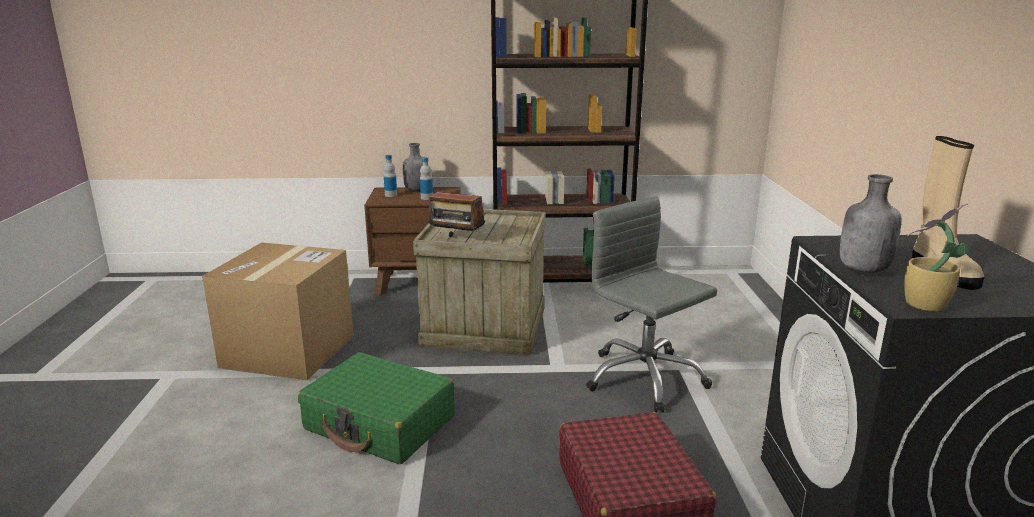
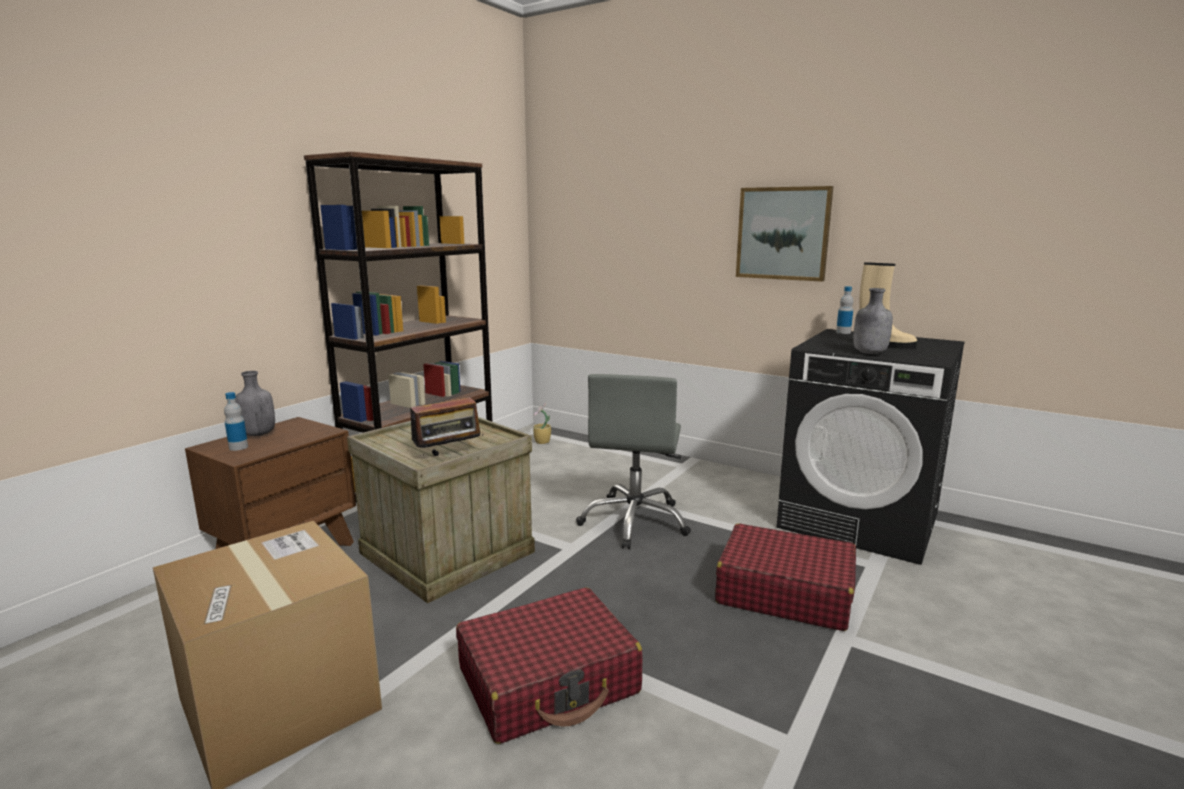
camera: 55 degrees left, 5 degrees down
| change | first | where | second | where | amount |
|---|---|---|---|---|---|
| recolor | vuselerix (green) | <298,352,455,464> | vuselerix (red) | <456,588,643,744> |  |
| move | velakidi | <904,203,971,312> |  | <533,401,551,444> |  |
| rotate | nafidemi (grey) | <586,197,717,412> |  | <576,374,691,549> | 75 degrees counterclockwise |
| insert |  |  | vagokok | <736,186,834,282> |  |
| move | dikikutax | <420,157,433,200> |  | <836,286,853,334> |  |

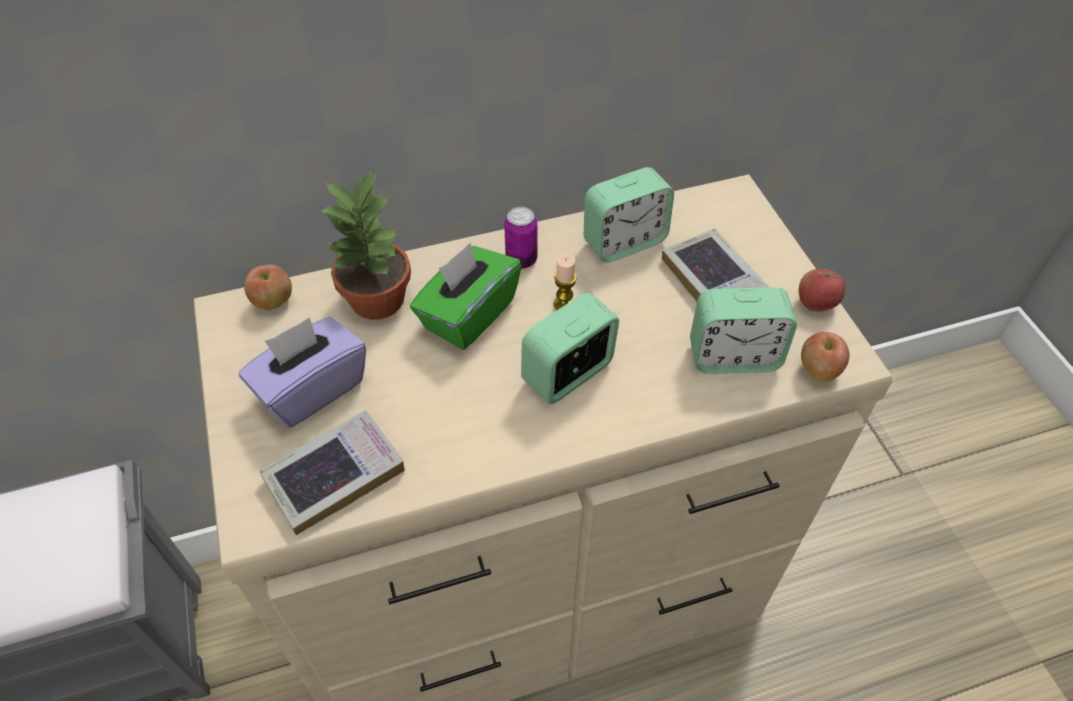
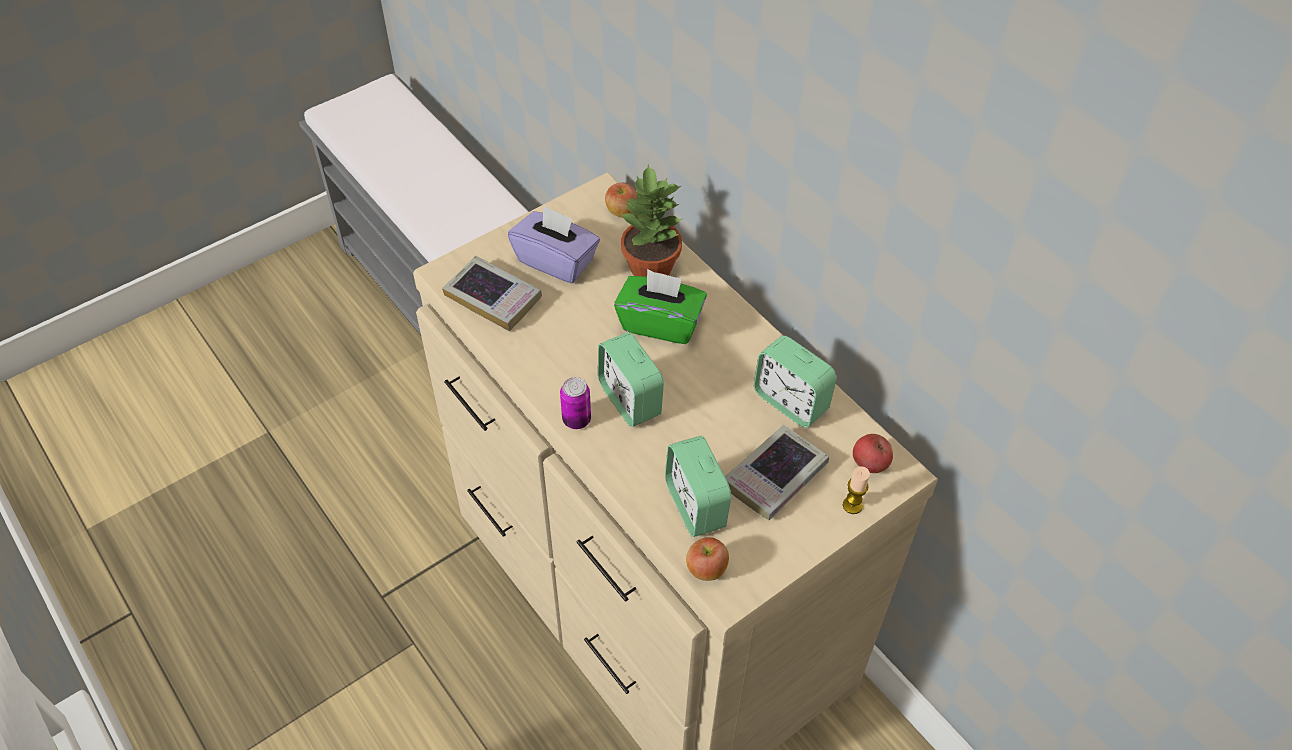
camera: 70 degrees right, 0 degrees up
| change | first | where | second | where | amount |
|---|---|---|---|---|---|
| move | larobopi | <504,207,537,269> |  | <560,377,591,429> |  |
| rotate | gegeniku | <521,292,619,404> |  | <598,332,664,427> | 150 degrees counterclockwise |
| move | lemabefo | <554,253,577,310> |  | <843,466,870,514> |  |
| move | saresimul | <799,269,845,312> |  | <853,434,893,473> |  |

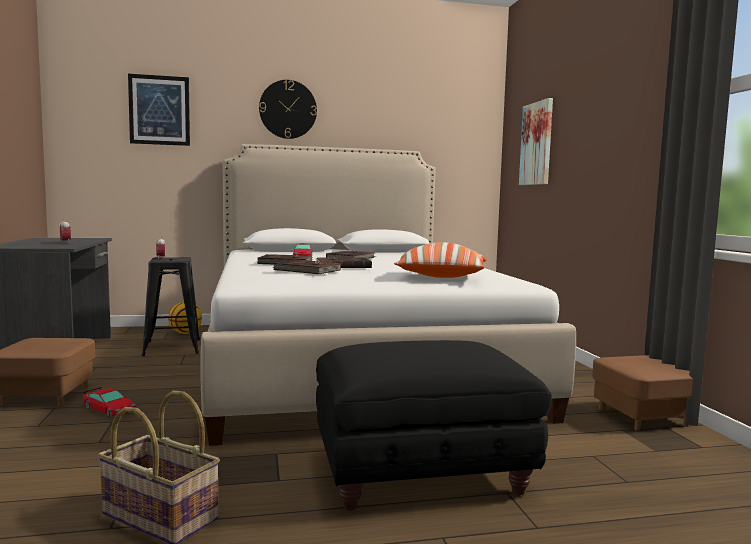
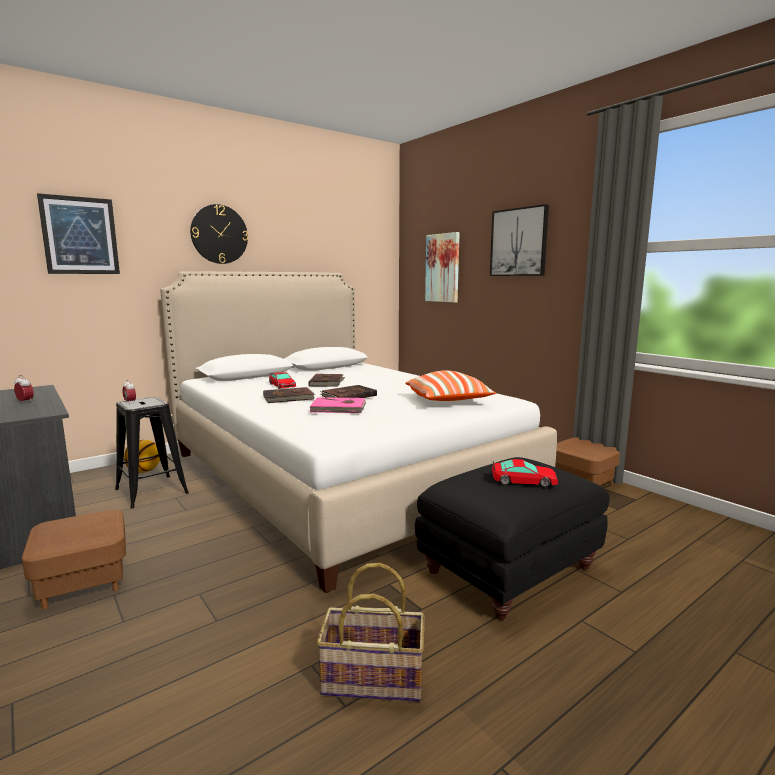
camera: 25 degrees left, 5 degrees up
| change | first | where | second | where | amount |
|---|---|---|---|---|---|
| recolor | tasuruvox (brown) | <273,260,341,274> | tasuruvox (pink) | <309,397,366,413> |  |
| insert |  |  | vagokok | <490,204,549,276> |  |
| move | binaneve | <83,387,136,417> |  | <492,459,558,487> |  |

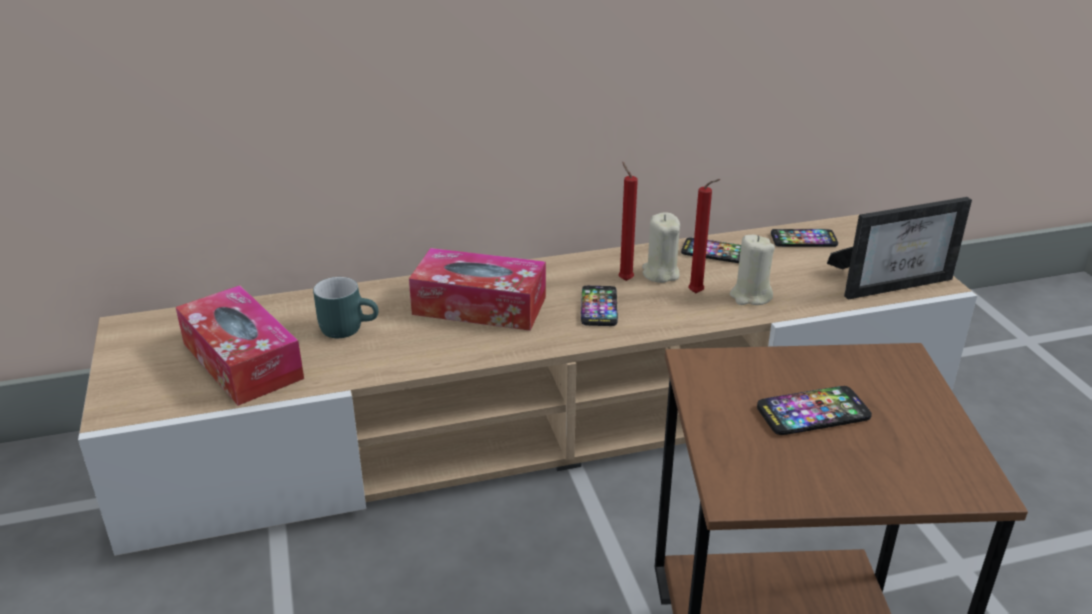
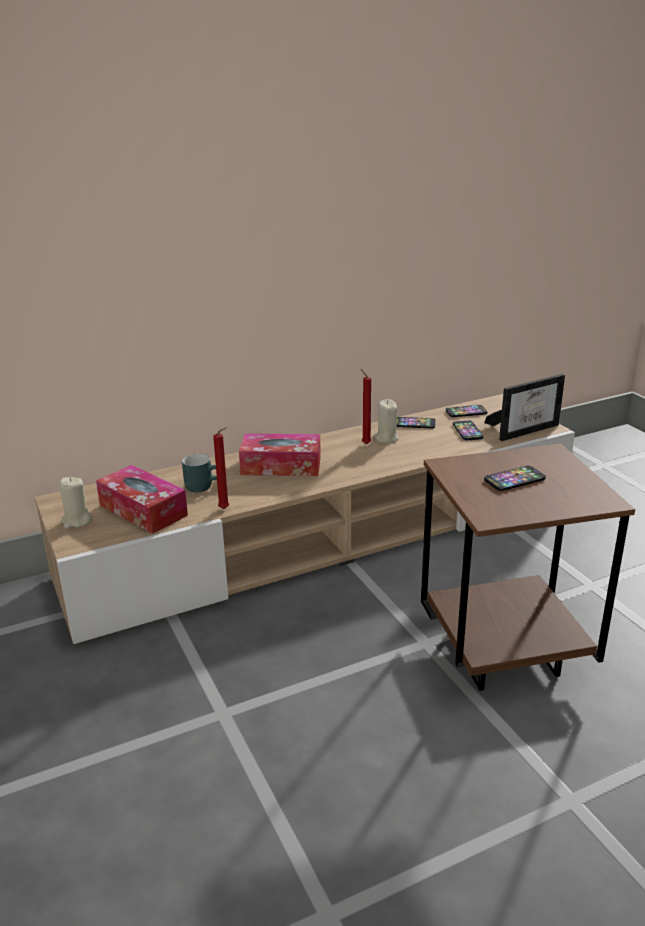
camera: 10 degrees left, 5 degrees down
| change | first | where | second | where | amount |
|---|---|---|---|---|---|
| move | lemabefo (beige) | <730,235,775,305> |  | <59,477,92,528> |  |
| move | lemabefo (red) | <688,179,721,293> |  | <213,427,229,509> |  |
| move | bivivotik | <581,286,618,326> |  | <453,421,483,440> |  |

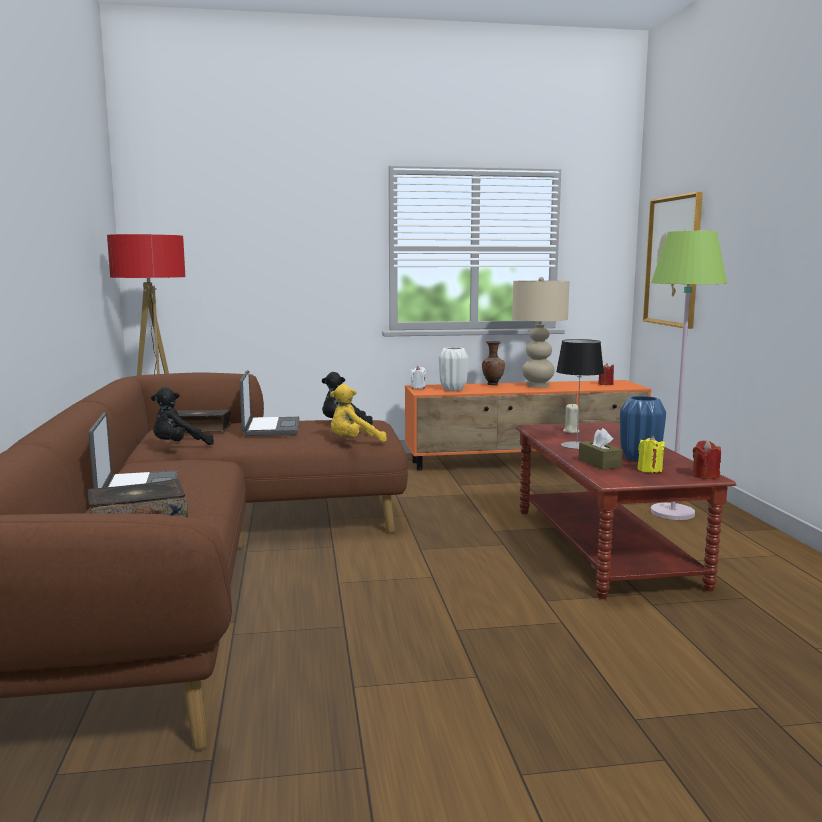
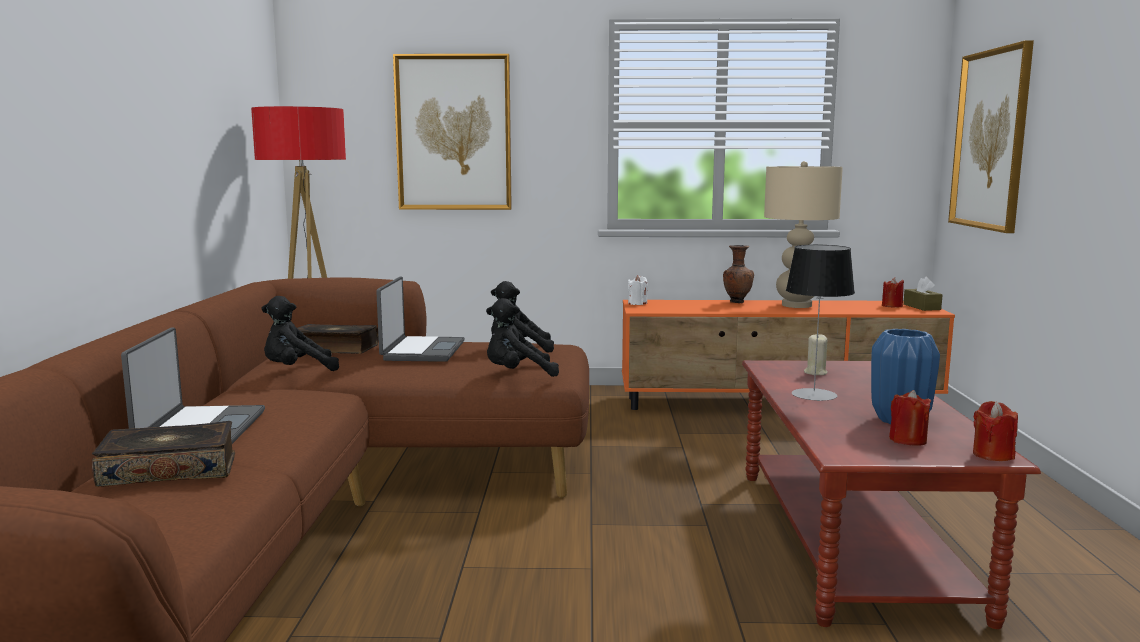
camera: 10 degrees right, 0 degrees up
| change | first | where | second | where | amount |
|---|---|---|---|---|---|
| insert |  |  | vagokok | <393,54,512,210> |  |
| recolor | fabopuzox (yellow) | <330,384,387,442> | fabopuzox (black) | <486,298,559,377> |  |
| recolor | lemabefo (yellow) | <638,436,665,473> | lemabefo (red) | <889,390,931,446> |  |
| move | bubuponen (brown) | <579,428,622,470> |  | <903,277,943,311> |  |
| delete | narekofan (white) | <439,347,469,391> |  |  |  |
| delete | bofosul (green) | <651,231,727,520> |  |  |  |

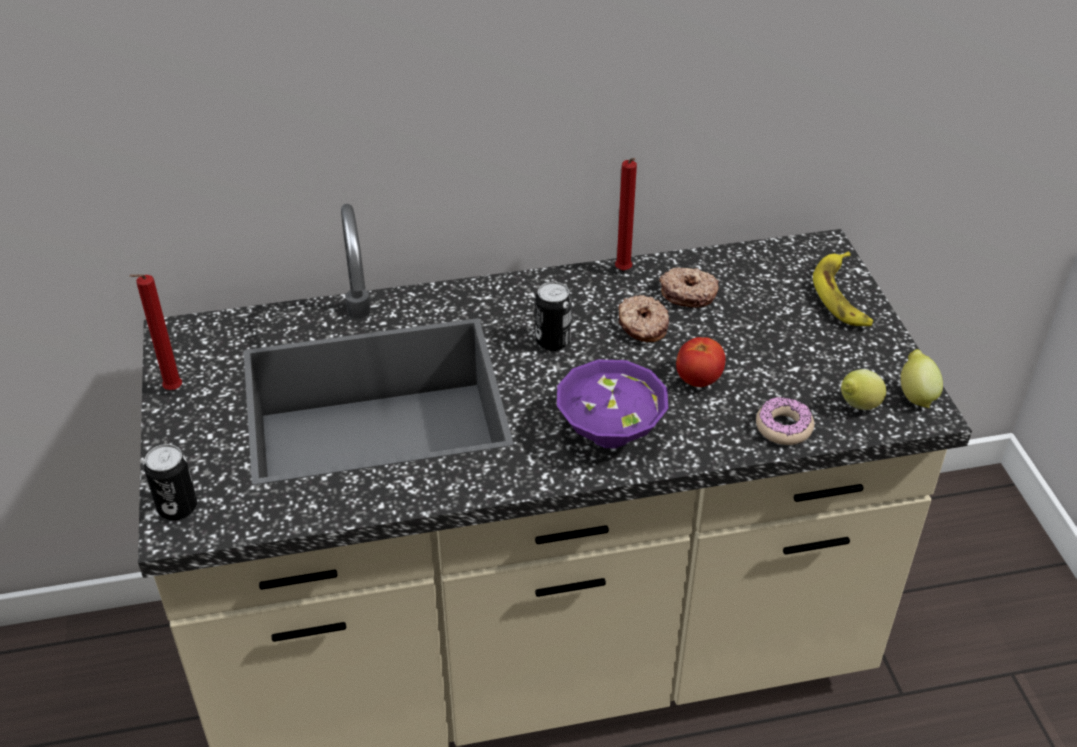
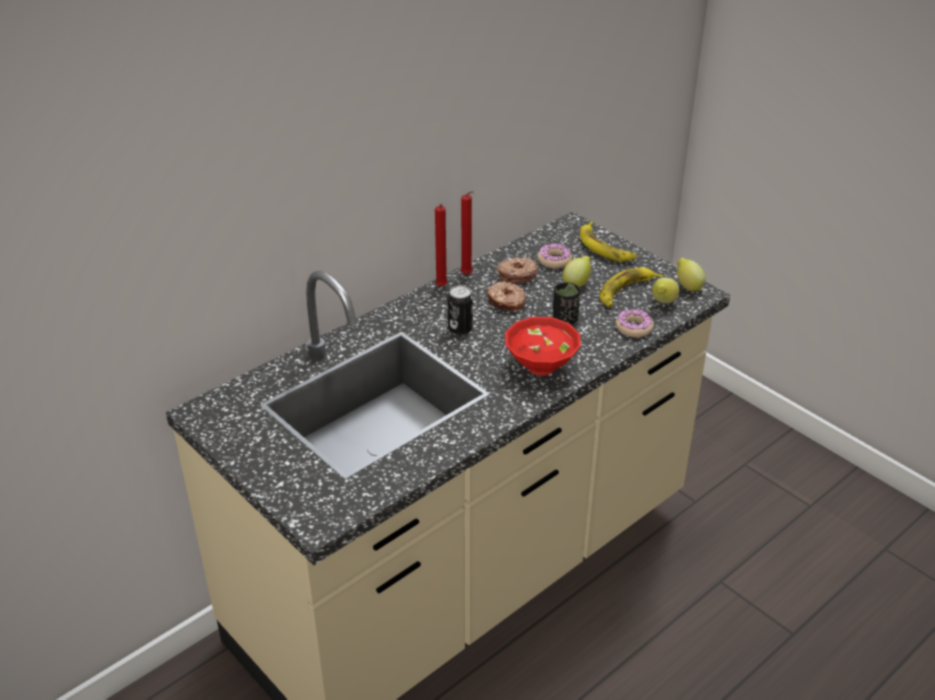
camera: 30 degrees left, 5 degrees down
| change | first | where | second | where | amount |
|---|---|---|---|---|---|
| move | lemabefo (red) | <129,274,182,390> |  | <435,204,448,287> |  |
| recolor | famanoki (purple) | <557,360,668,448> | famanoki (red) | <505,317,581,376> |  |
| insert |  |  | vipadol | <537,243,572,269> |  |
| replace | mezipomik | <676,337,726,387> | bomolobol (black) | <553,282,580,324> |  |
| insert |  |  | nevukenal | <563,256,591,287> |  |
| insert |  |  | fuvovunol | <599,268,663,307> |  |
| delete | larobopi | <144,444,197,520> |  |  |  |

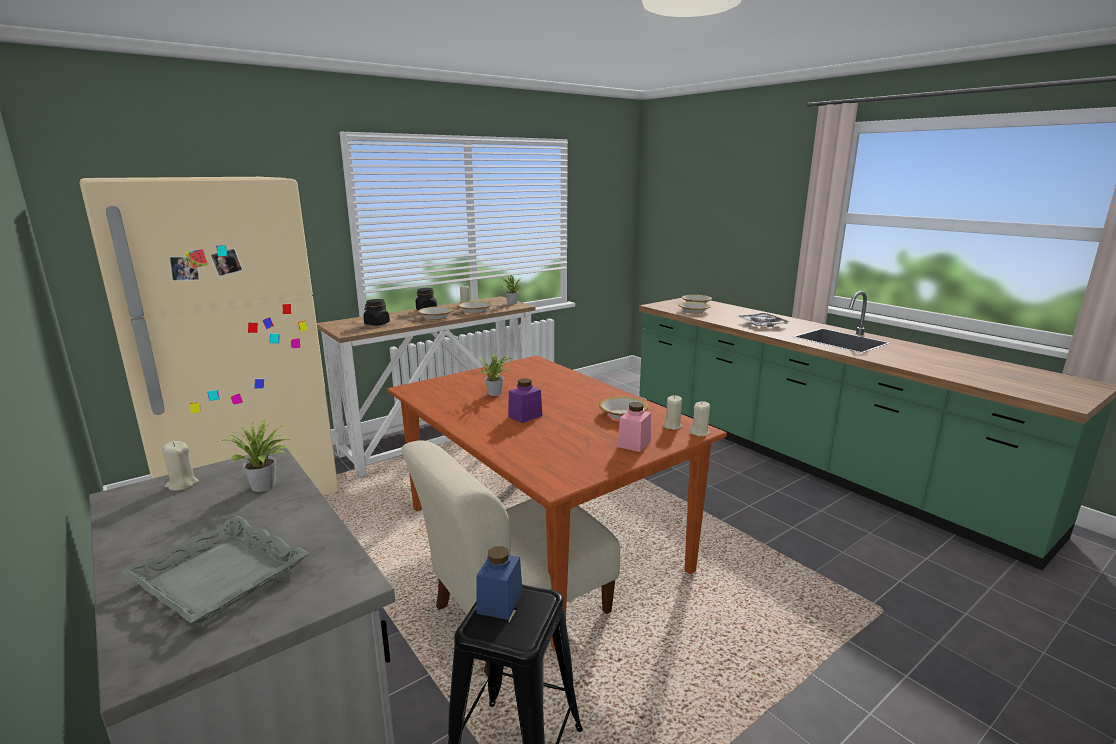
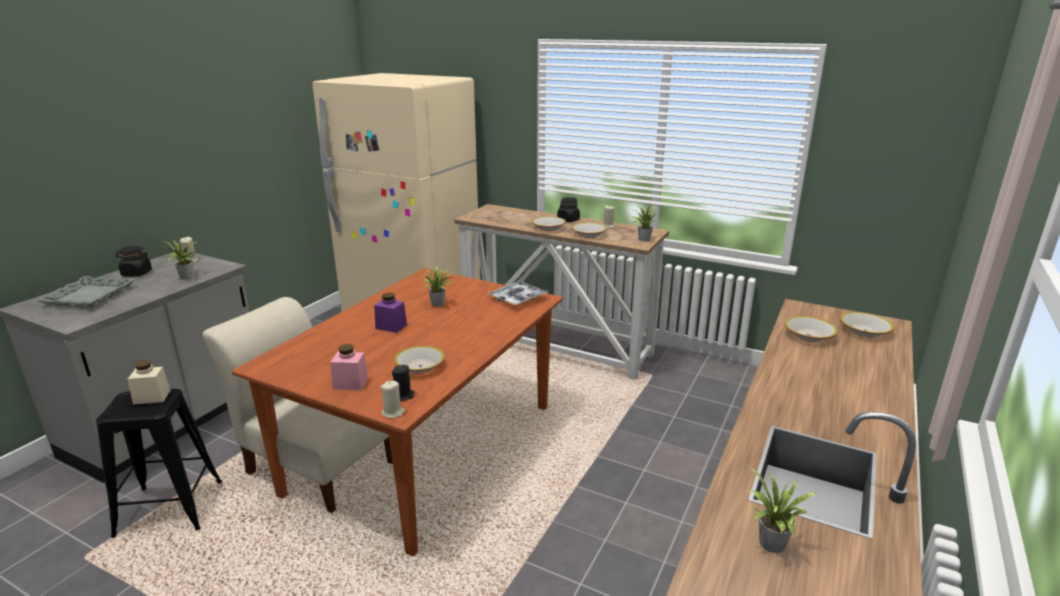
camera: 65 degrees right, 5 degrees up
| change | first | where | second | where | amount |
|---|---|---|---|---|---|
| move | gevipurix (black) | <363,299,390,325> |  | <116,246,152,277> |  |
| recolor | gevipurix (blue) | <477,546,523,620> | gevipurix (beige) | <128,360,171,405> |  |
| recolor | lemabefo (beige) | <663,396,682,430> | lemabefo (black) | <392,365,414,401> |  |
| move | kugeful | <737,313,790,327> |  | <487,281,549,306> |  |
| insert |  |  | velakidi | <747,467,819,553> |  |

